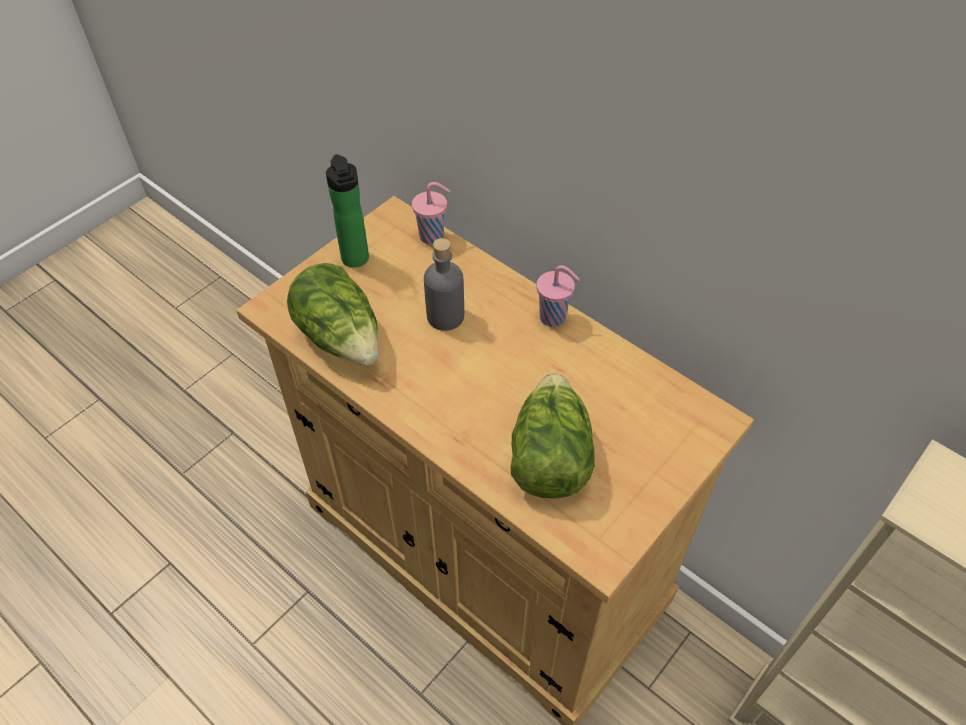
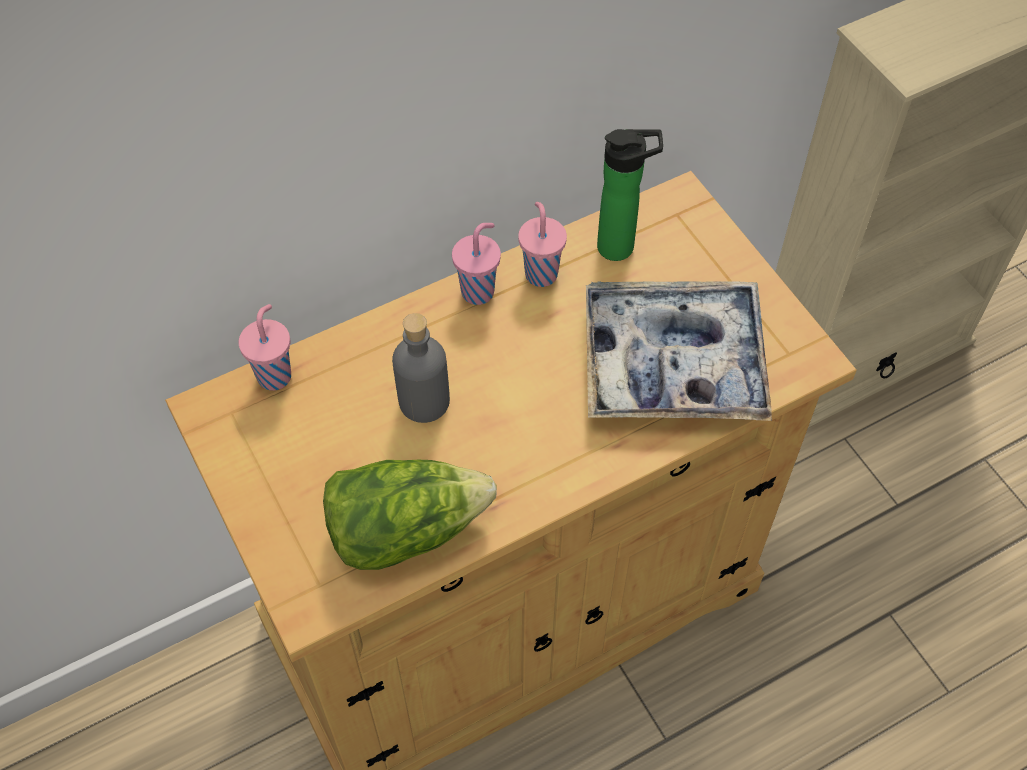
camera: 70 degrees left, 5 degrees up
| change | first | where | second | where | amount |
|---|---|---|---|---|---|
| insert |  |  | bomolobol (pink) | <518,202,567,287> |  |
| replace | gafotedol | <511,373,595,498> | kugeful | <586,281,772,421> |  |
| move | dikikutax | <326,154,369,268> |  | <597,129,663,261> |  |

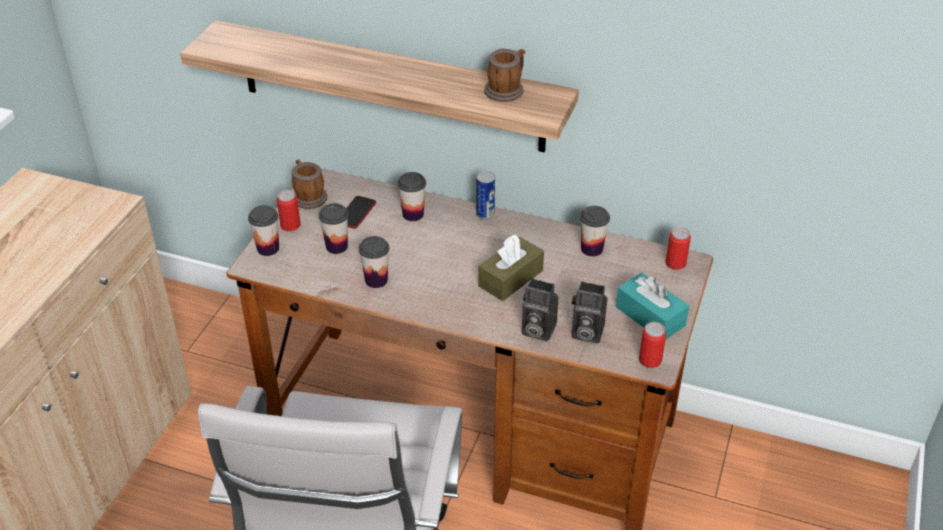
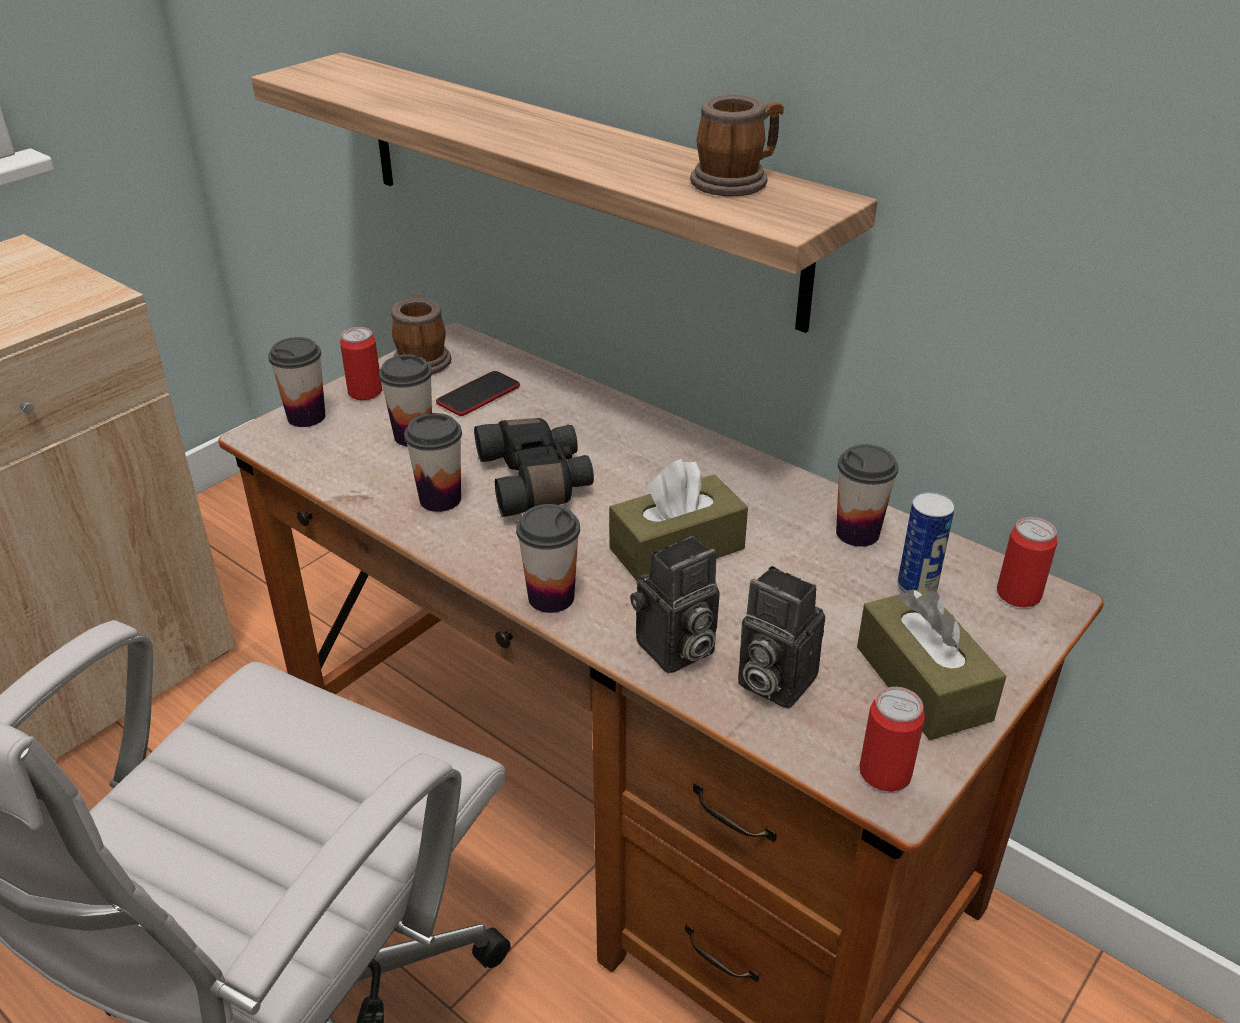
camera: 20 degrees right, 5 degrees down
| change | first | where | second | where | amount |
|---|---|---|---|---|---|
| insert |  |  | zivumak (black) | <474,418,594,517> |  |
| move | bomolobol | <398,172,426,221> |  | <516,504,580,613> |  |
| rotate | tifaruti | <522,278,558,341> |  | <630,536,720,674> | 75 degrees counterclockwise |
| recolor | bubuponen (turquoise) | <616,272,689,339> | bubuponen (brown) | <857,587,1006,740> |  |
| move | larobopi | <476,171,495,220> |  | <898,492,955,593> |  |

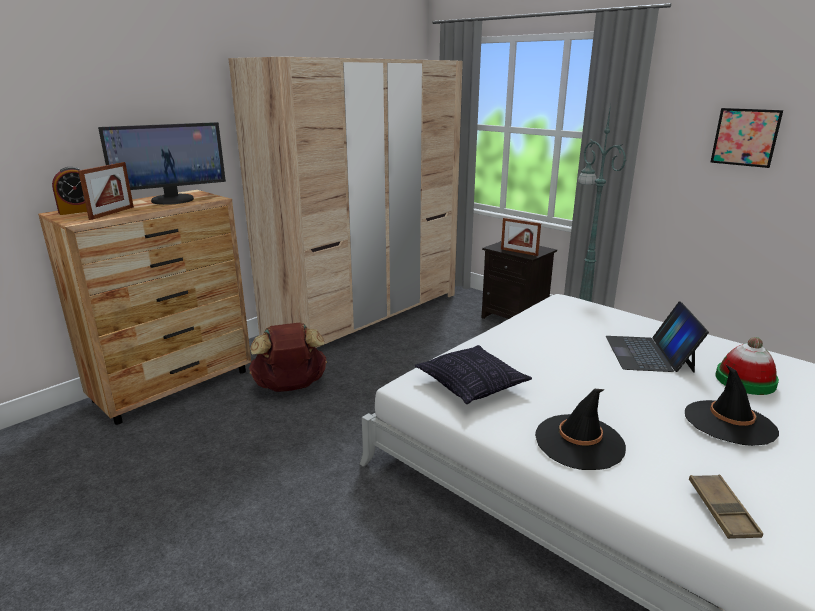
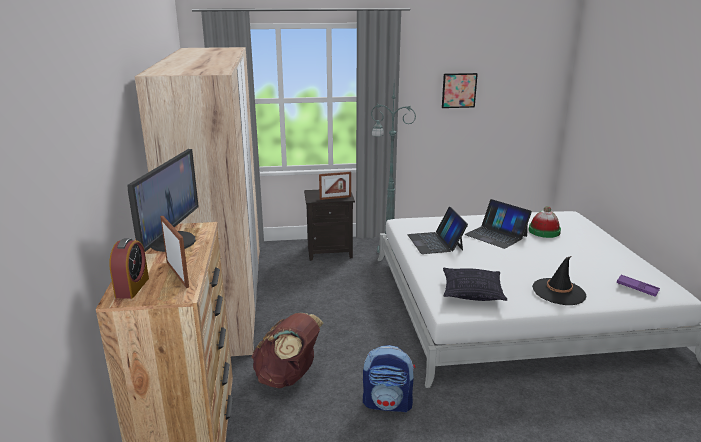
camera: 50 degrees left, 0 degrees up
| change | first | where | second | where | amount |
|---|---|---|---|---|---|
| insert |  |  | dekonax | <363,345,415,412> |  |
| insert |  |  | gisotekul | <407,207,468,254> |  |
| recolor | kugeful (brown) | <689,475,763,539> | kugeful (purple) | <616,275,660,297> |  |
| delete | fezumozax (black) | <685,365,779,446> |  |  |  |

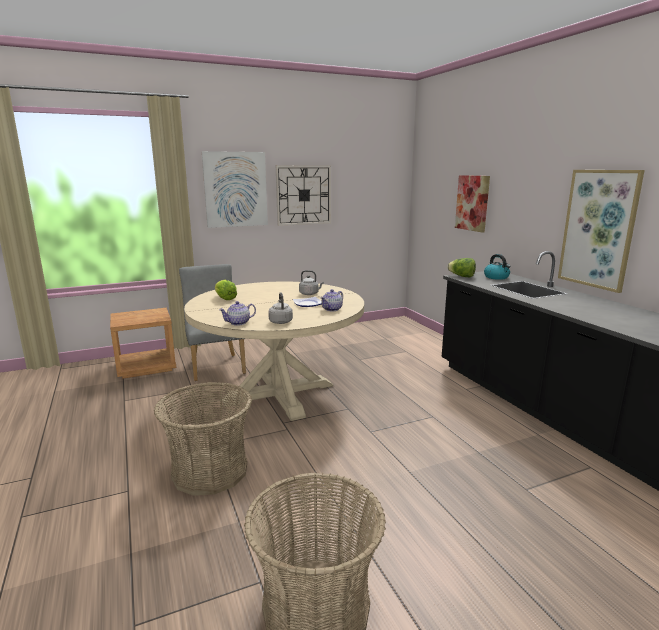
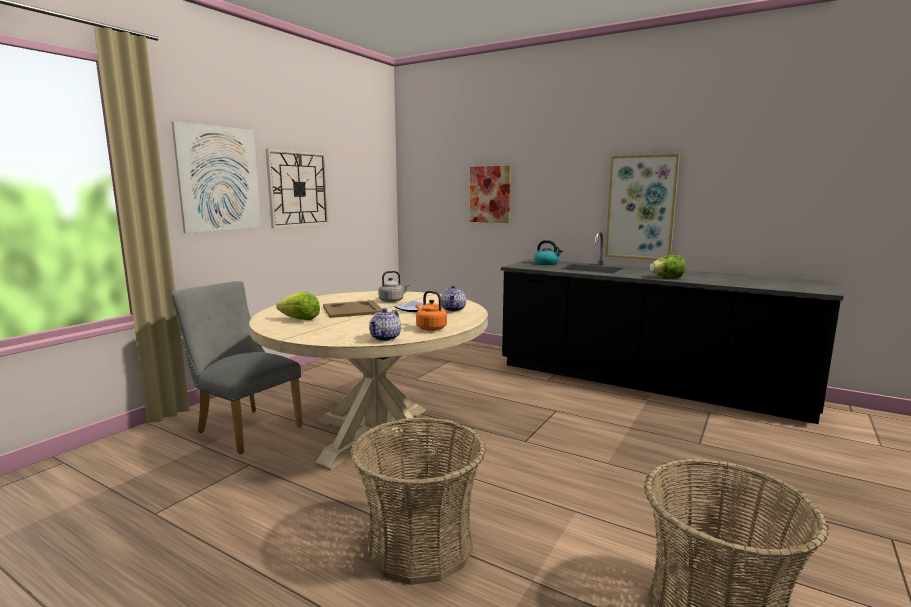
camera: 35 degrees left, 5 degrees down
| change | first | where | second | where | amount |
|---|---|---|---|---|---|
| insert |  |  | kugeful (beige) | <323,300,382,318> |  |
| recolor | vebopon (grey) | <268,292,293,324> | vebopon (orange) | <415,291,447,331> |  |
| move | gafotedol | <447,258,476,277> |  | <650,255,686,278> |  |
| delete | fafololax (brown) | <110,308,176,379> |  |  |  |

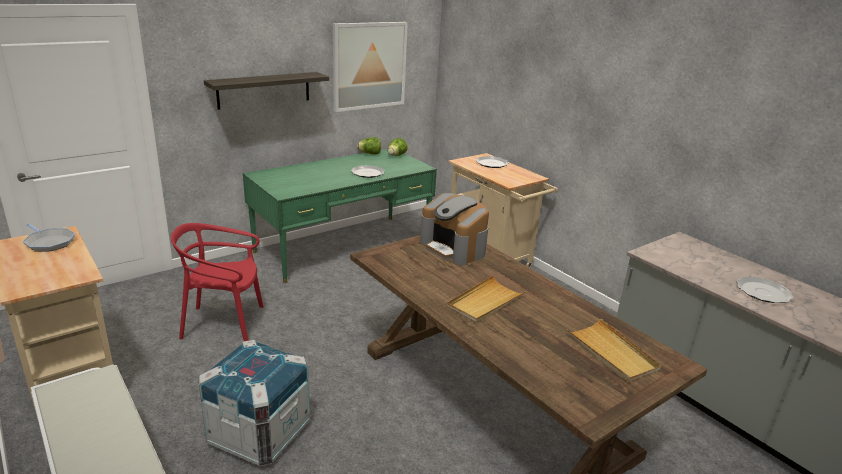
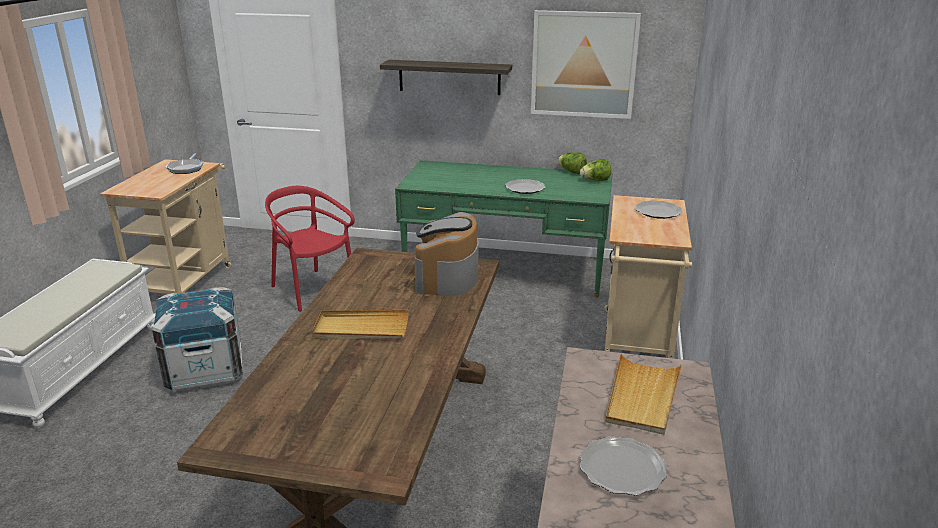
camera: 50 degrees right, 0 degrees up
| change | first | where | second | where | amount |
|---|---|---|---|---|---|
| move | kugeful (beige) | <566,318,661,382> |  | <606,353,682,435> |  |

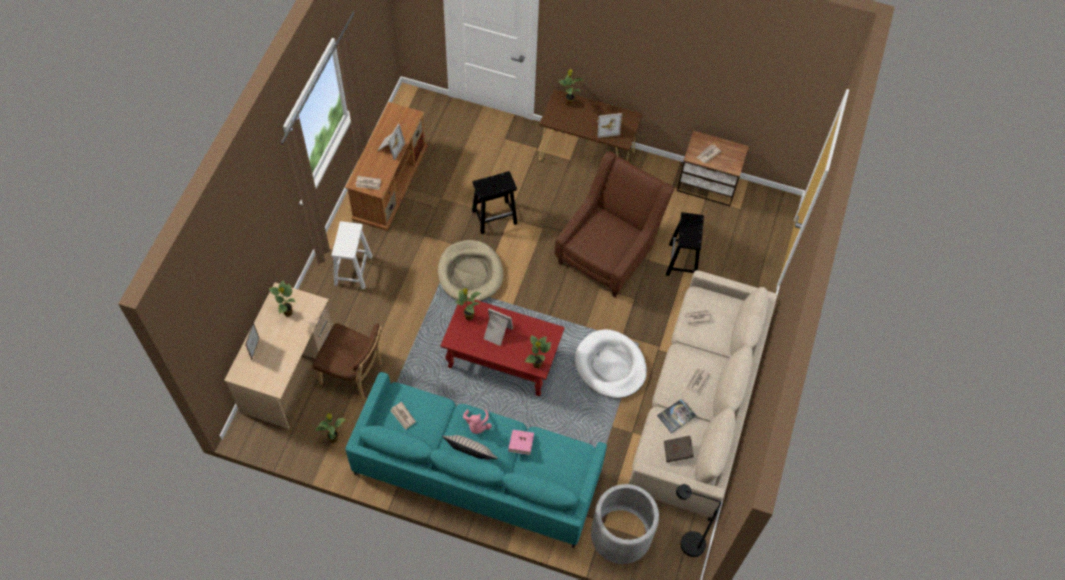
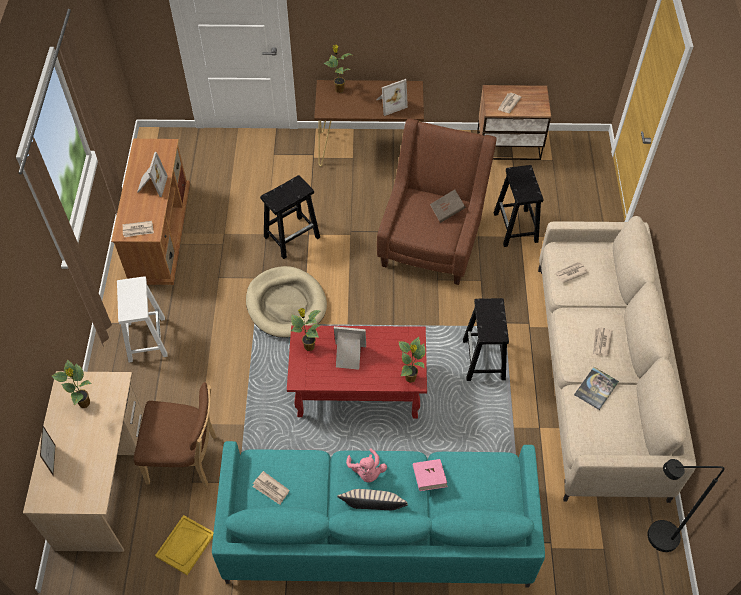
camera: 15 degrees left, 5 degrees down
| change | first | where | second | where | amount |
|---|---|---|---|---|---|
| replace | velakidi | <315,413,346,443> | kugeful (yellow) | <155,515,214,575> |  |
| move | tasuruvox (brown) | <664,436,694,463> |  | <430,190,466,223> |  |
| replace | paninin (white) | <575,329,647,398> | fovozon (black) | <463,298,509,381> |  |
| delete | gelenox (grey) | <591,484,659,564> |  |  |  |

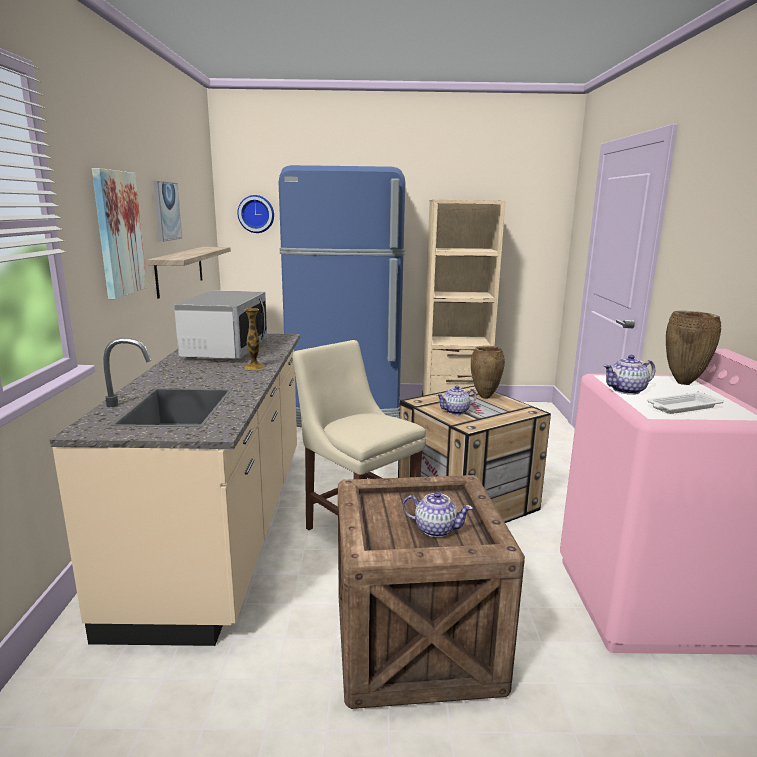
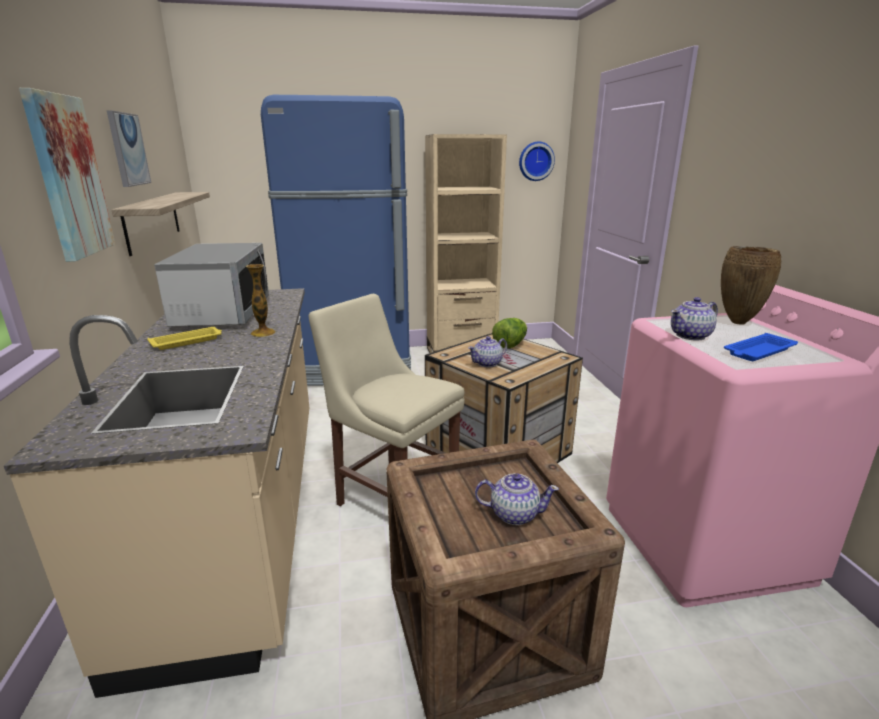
camera: 10 degrees left, 5 degrees up
| change | first | where | second | where | amount |
|---|---|---|---|---|---|
| insert |  |  | kugeful (yellow) | <147,327,222,350> |  |
| replace | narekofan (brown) | <471,346,505,399> | gafotedol | <492,318,527,348> |  |
| move | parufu | <238,195,274,233> |  | <519,141,555,181> |  |
| recolor | kugeful (white) | <647,392,724,414> | kugeful (blue) | <724,333,798,361> |  |

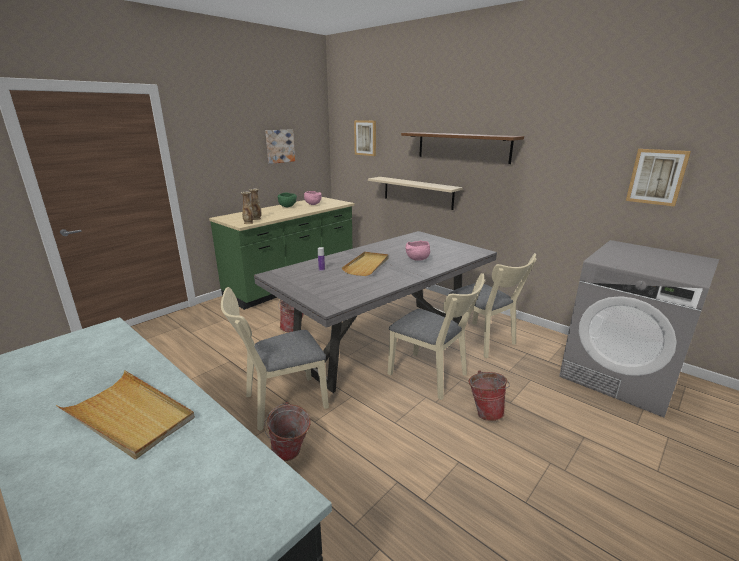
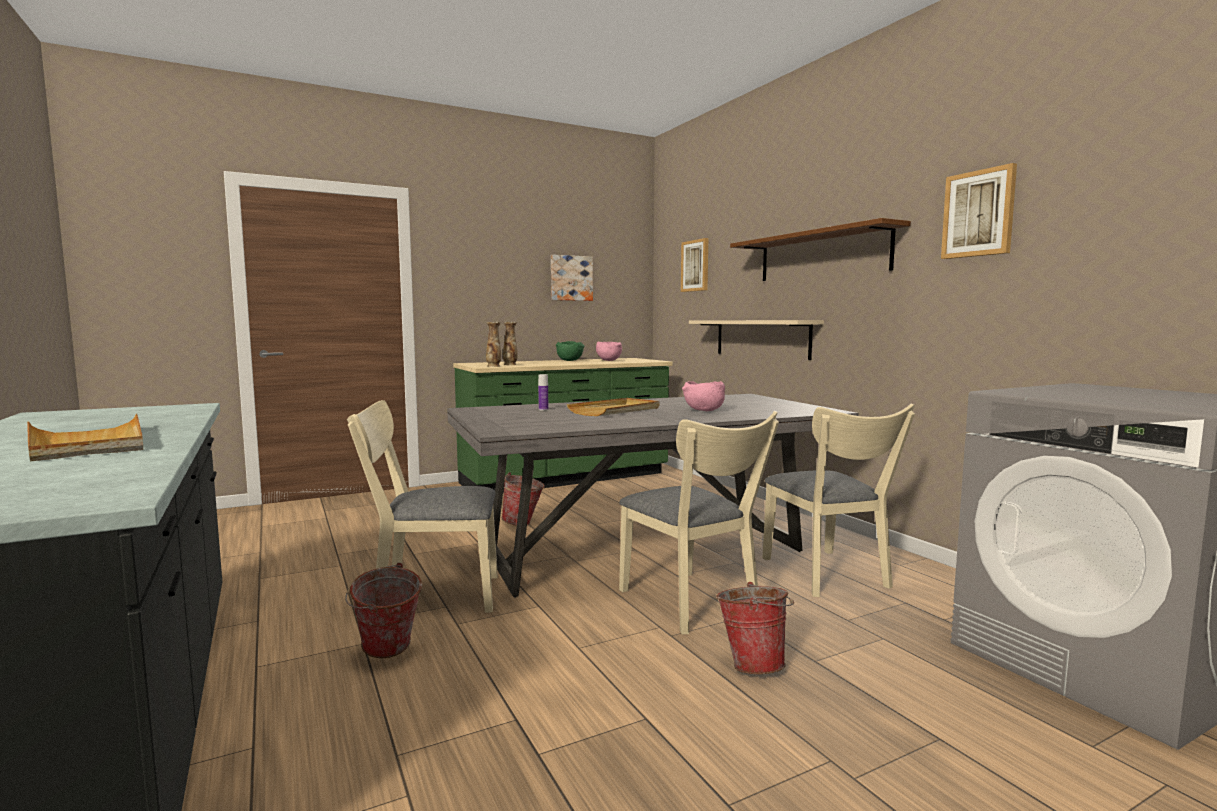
camera: 20 degrees right, 15 degrees down
| change | first | where | second | where | amount |
|---|---|---|---|---|---|
| move | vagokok | <626,149,691,207> |  | <941,163,1017,259> |  |

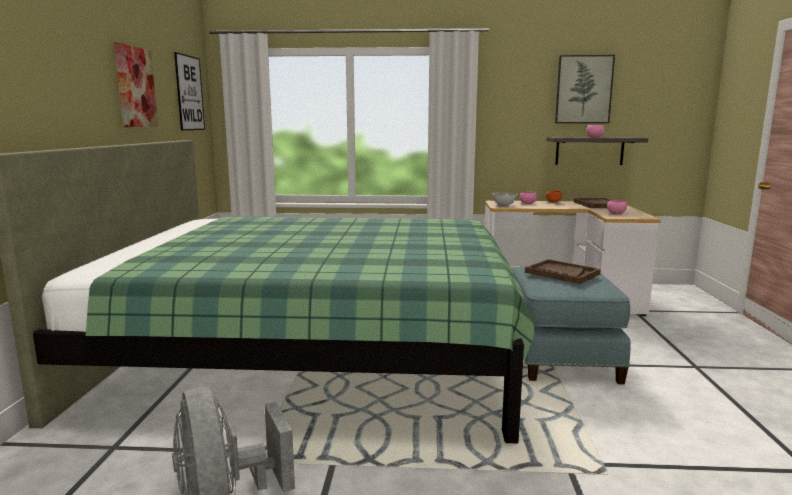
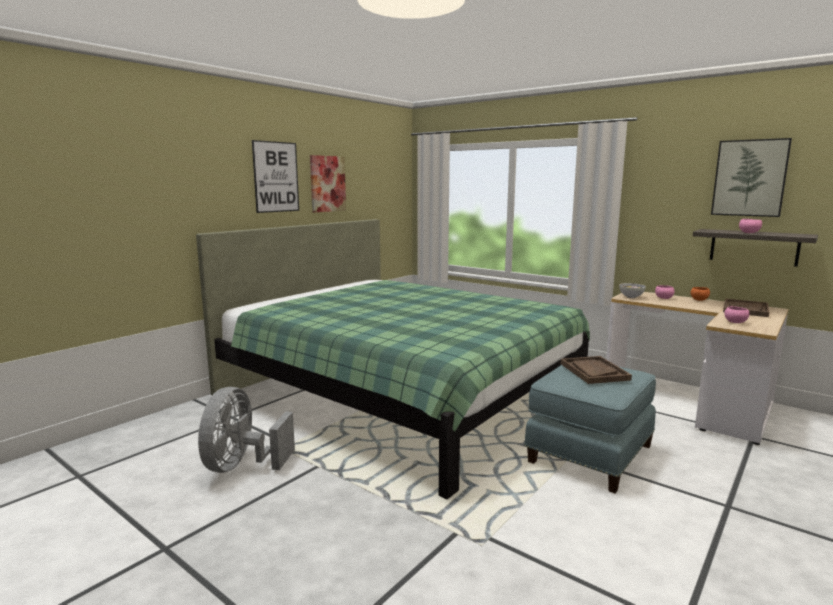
camera: 35 degrees right, 0 degrees up
| change | first | where | second | where | amount |
|---|---|---|---|---|---|
| move | vagokok | <174,52,205,130> |  | <252,140,299,213> |  |

